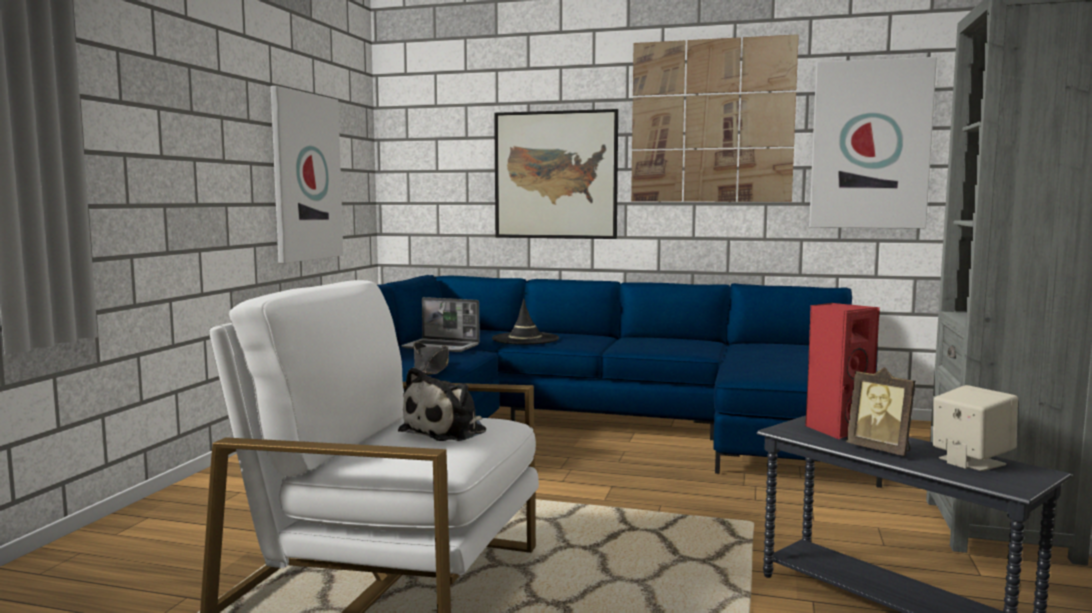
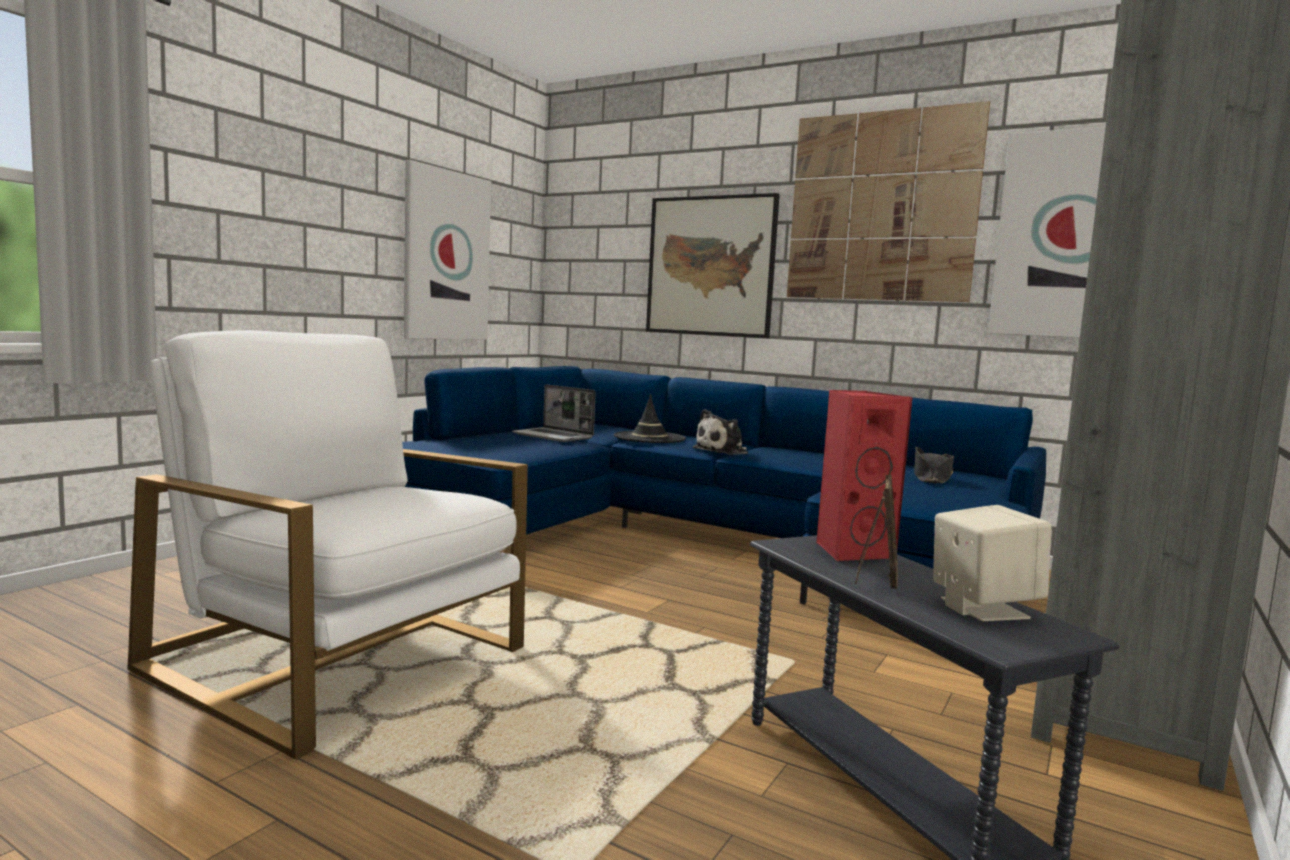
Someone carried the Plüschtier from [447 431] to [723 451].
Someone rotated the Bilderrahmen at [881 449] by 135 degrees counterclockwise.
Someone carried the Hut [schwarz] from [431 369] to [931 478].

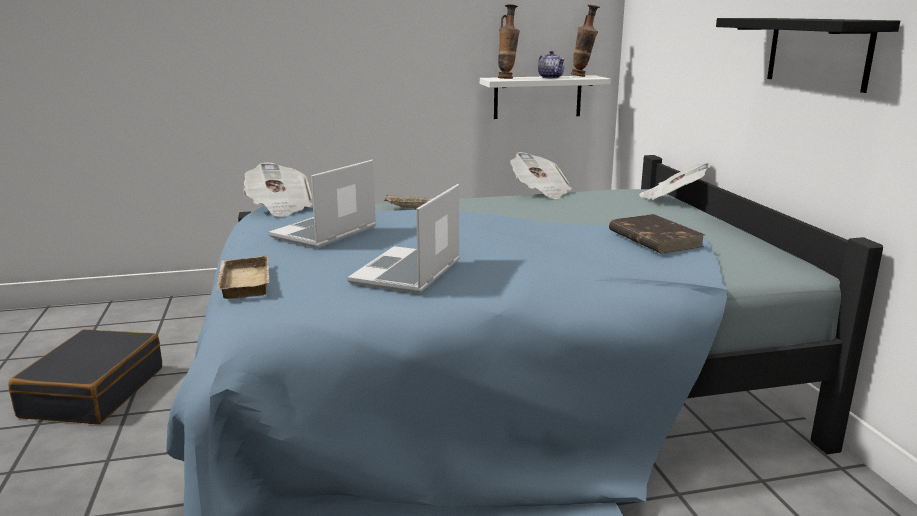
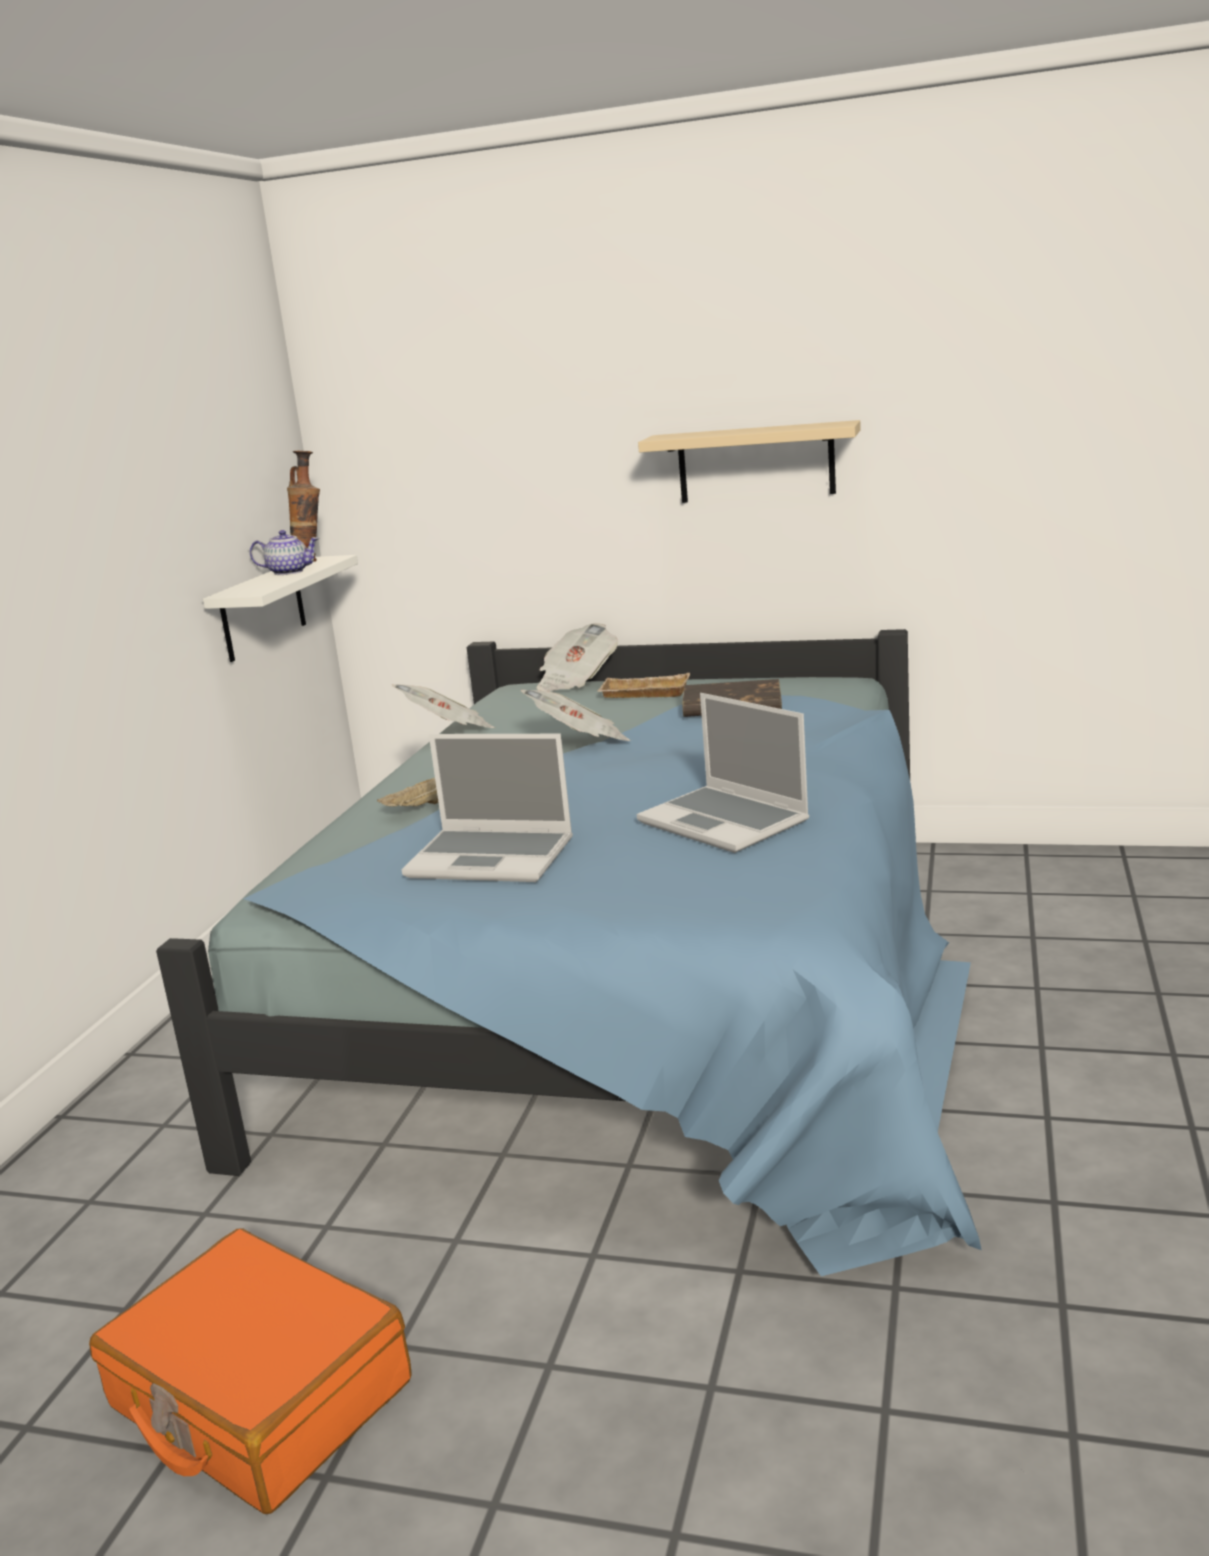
Someone repainted the Koffer [schwarz] at [93 392], which became the Koffer [orange] at [258 1396].
Someone rotated the Laptop at [324 233] by 45 degrees counterclockwise.
Someone carried the Zeitung from [279 207] to [580 741].
Someone carried the Tablett [beige] from [242 282] to [643 694].
Someone repainted the Wandregal [schwarz] at [818 52], which became the Wandregal [beige] at [756 463].
Someone took away the Vase at [507 78].

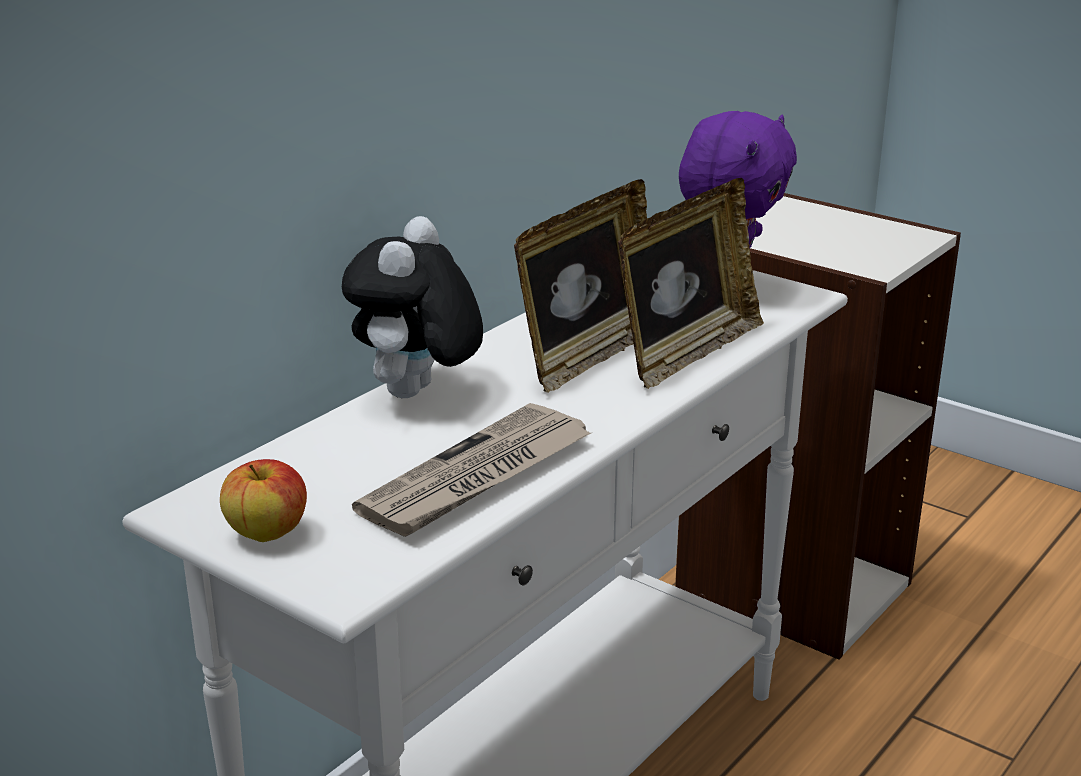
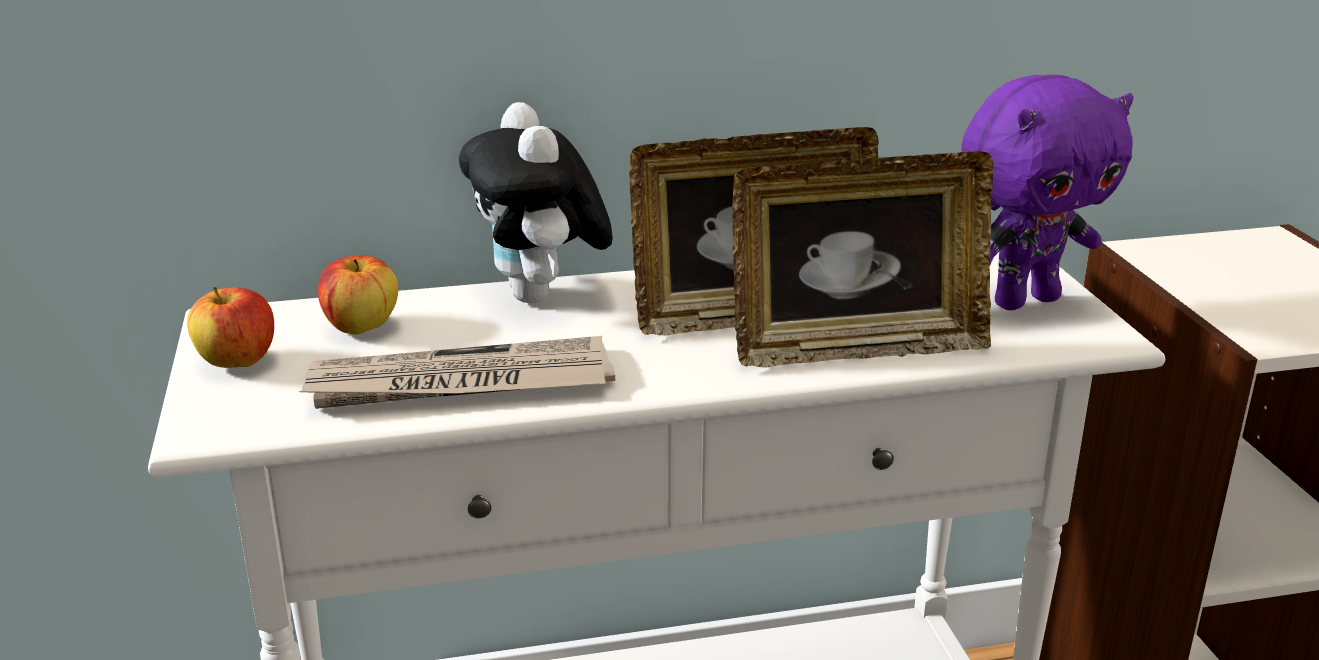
Someone put down the Apfel at [361 327].
Someone rotated the Plüschtier at [416 395] by 75 degrees counterclockwise.

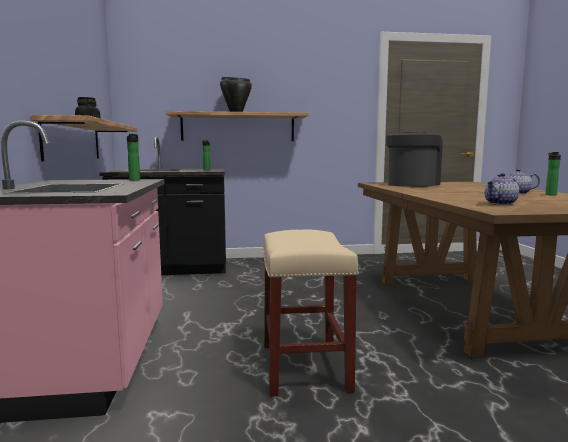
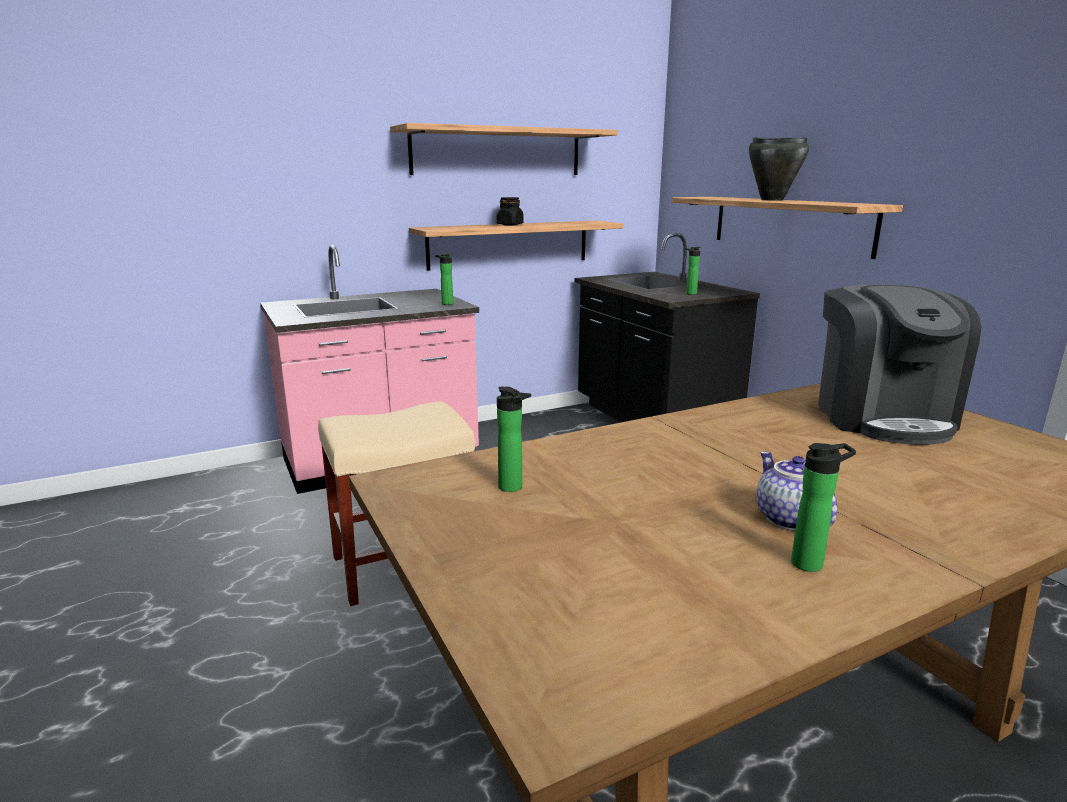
Someone put up the Wandregal at [497 152].
Someone swapped the Teekanne at [501 203] for the Flasche at [513 488].
Someone rotated the Kaffeemaschine at [412 184] by 75 degrees clockwise.

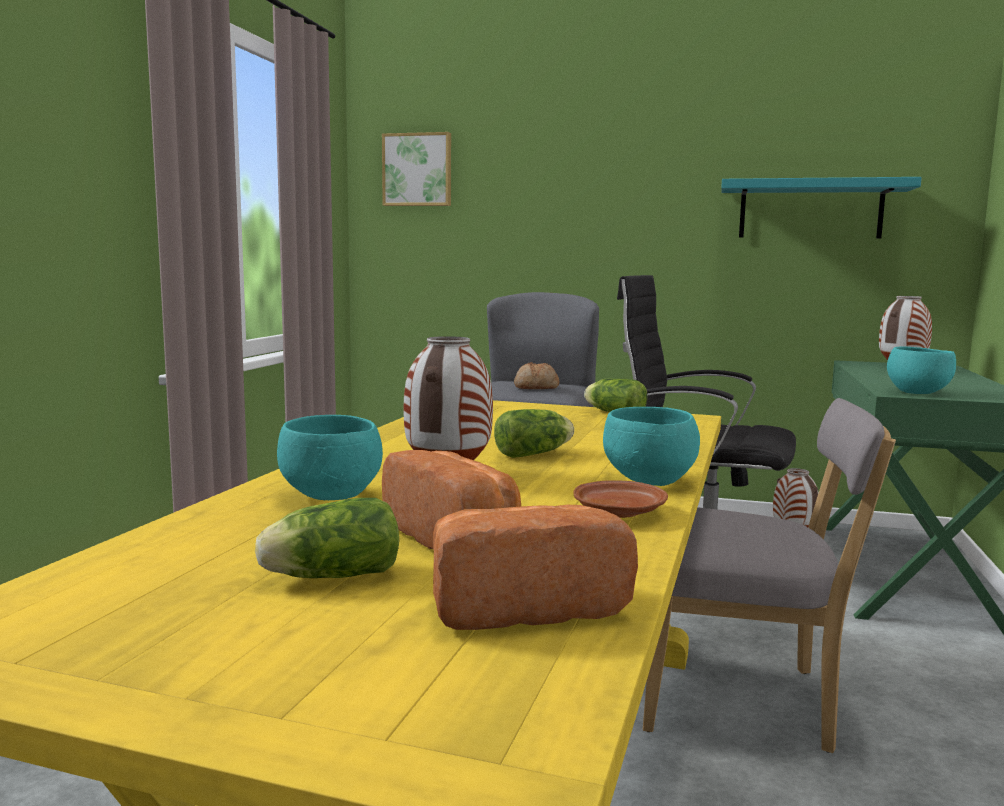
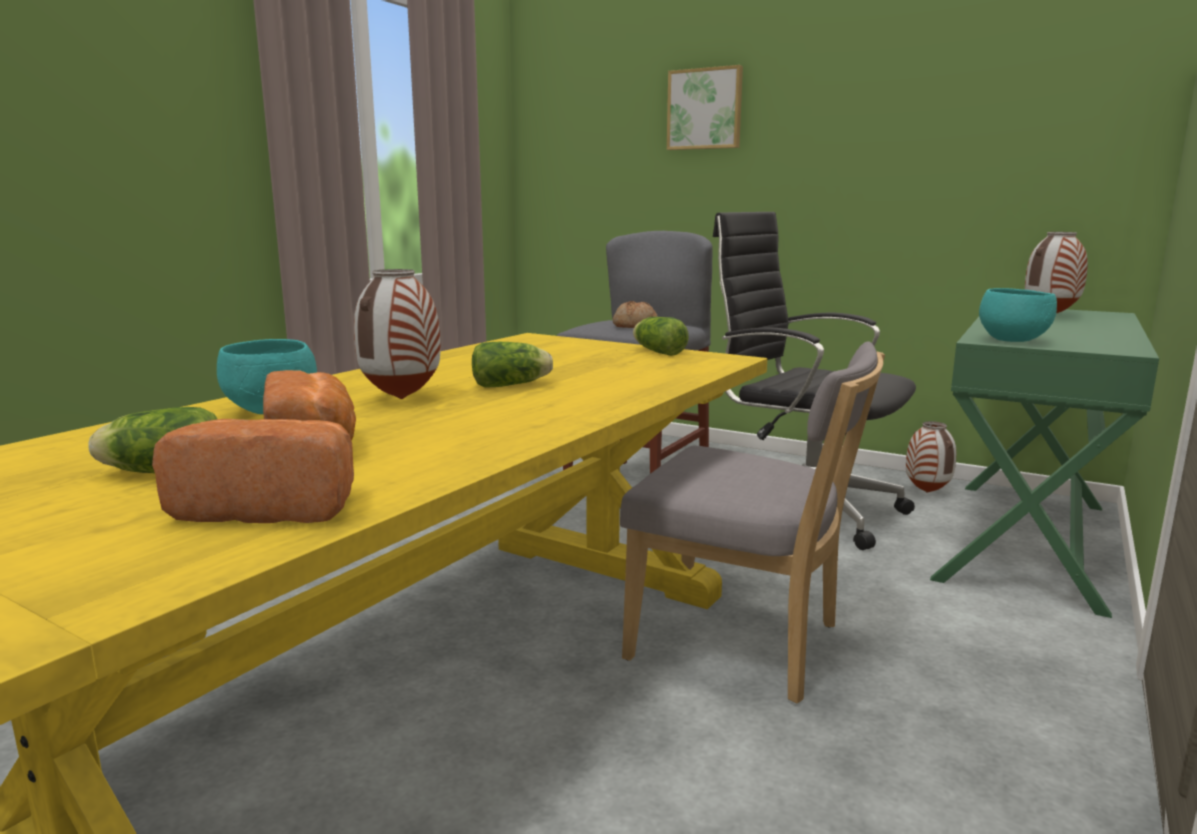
Someone carried the Bild from [417 170] to [705 109].
Someone took away the Teller [braun] at [619 512].
Someone took away the Schüssel [türkis] at [651 482].
Someone took away the Wandregal [türkis] at [810 210].

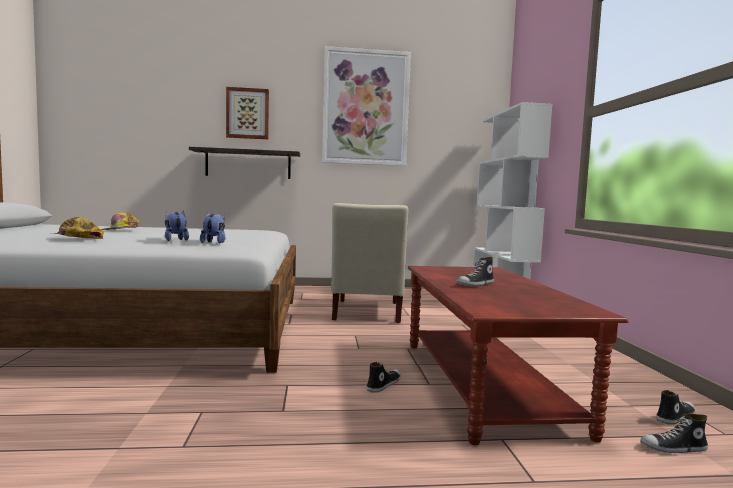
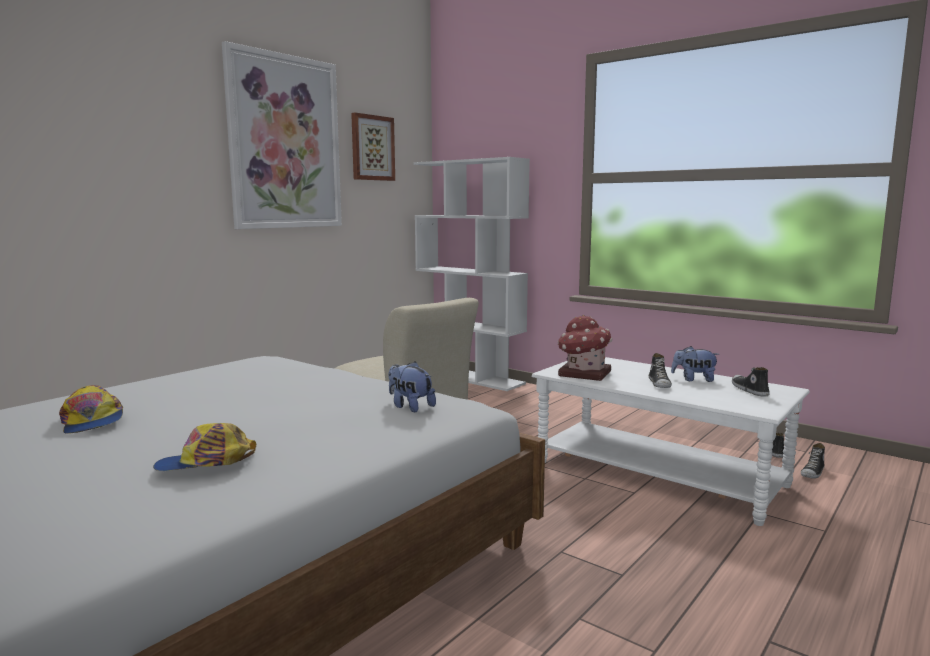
Someone carried the Bild from [247 113] to [372 148].
Someone repainted the Couchtisch [braun] at [484 383], which became the Couchtisch [weiß] at [658 474].
Someone put down the Spielzeughaus at [583 374].
Someone carried the Plüschtier from [175 240] to [694 379].
Someone carried the Schuh from [383 384] to [748 390].
Someone took away the Wandregal at [248 164].

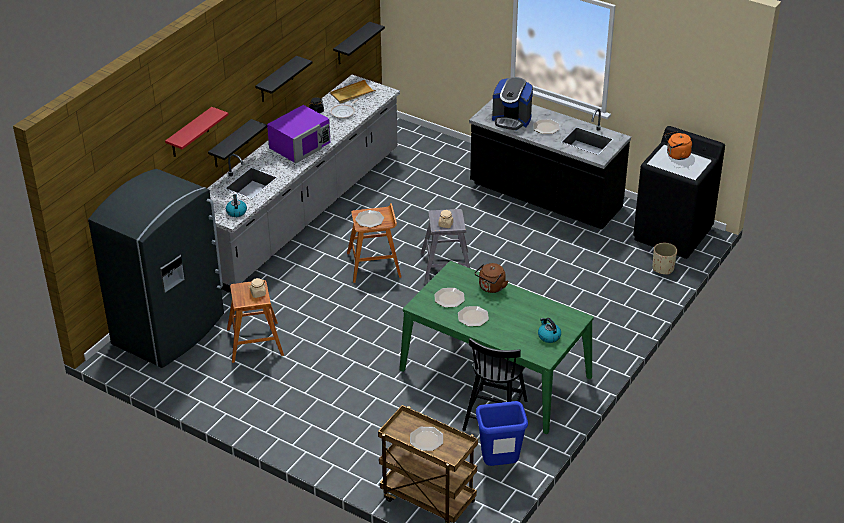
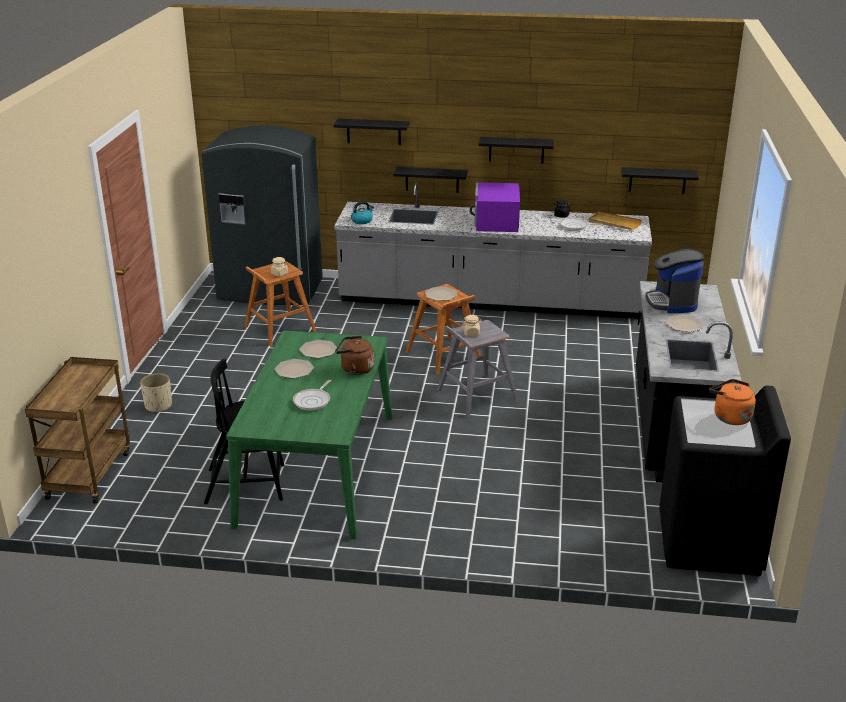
Someone carried the Pflanzkübel [beige] from [663 268] to [158 406].
Someone put down the Pfanne at [313 401].
Someone repainted the Wandregal [rot] at [189 133], which became the Wandregal [schwarz] at [373 132].
Someone rotated the Mikrowelle [lila] at [300 145] by 75 degrees clockwise.
Someone took away the Teller at [426 439].
Someone took away the Mülleimer [blau] at [499 465].
Someone took away the Wasserkessel at [548 336].

